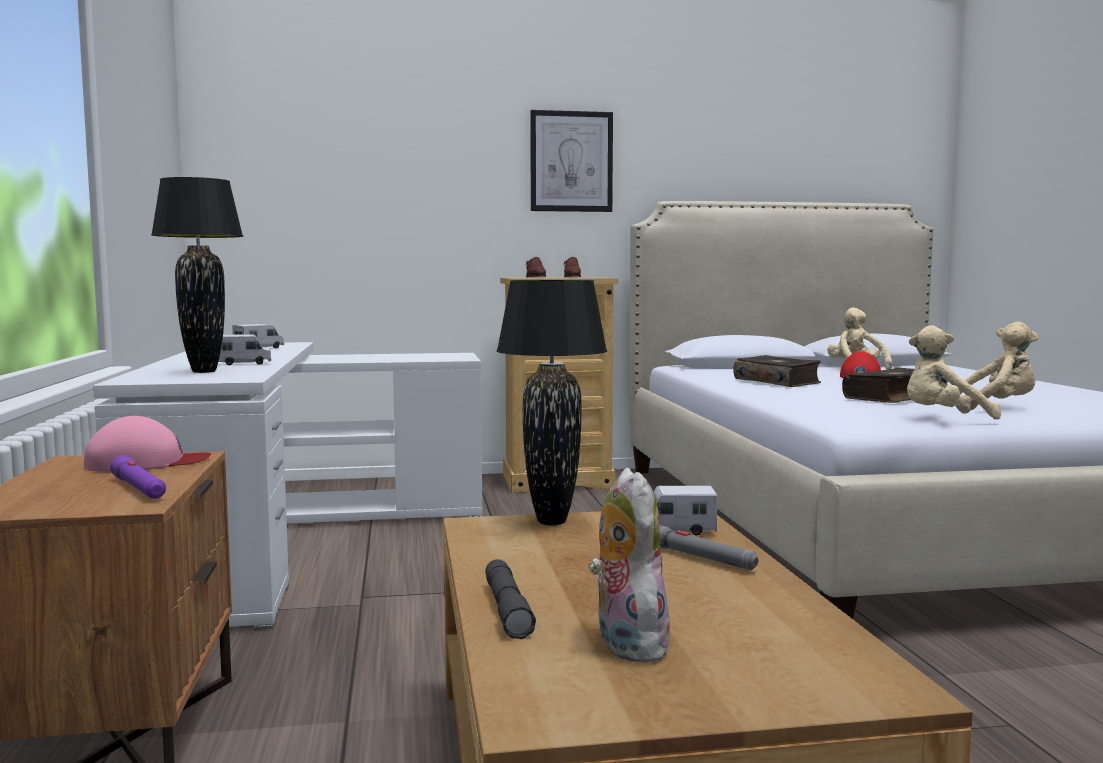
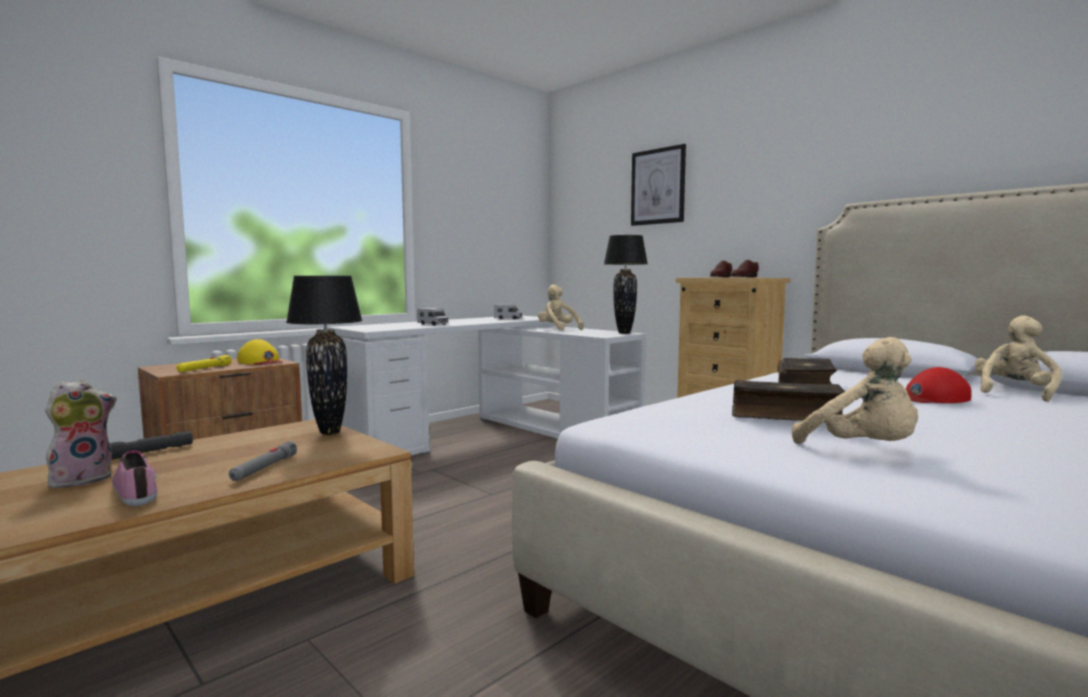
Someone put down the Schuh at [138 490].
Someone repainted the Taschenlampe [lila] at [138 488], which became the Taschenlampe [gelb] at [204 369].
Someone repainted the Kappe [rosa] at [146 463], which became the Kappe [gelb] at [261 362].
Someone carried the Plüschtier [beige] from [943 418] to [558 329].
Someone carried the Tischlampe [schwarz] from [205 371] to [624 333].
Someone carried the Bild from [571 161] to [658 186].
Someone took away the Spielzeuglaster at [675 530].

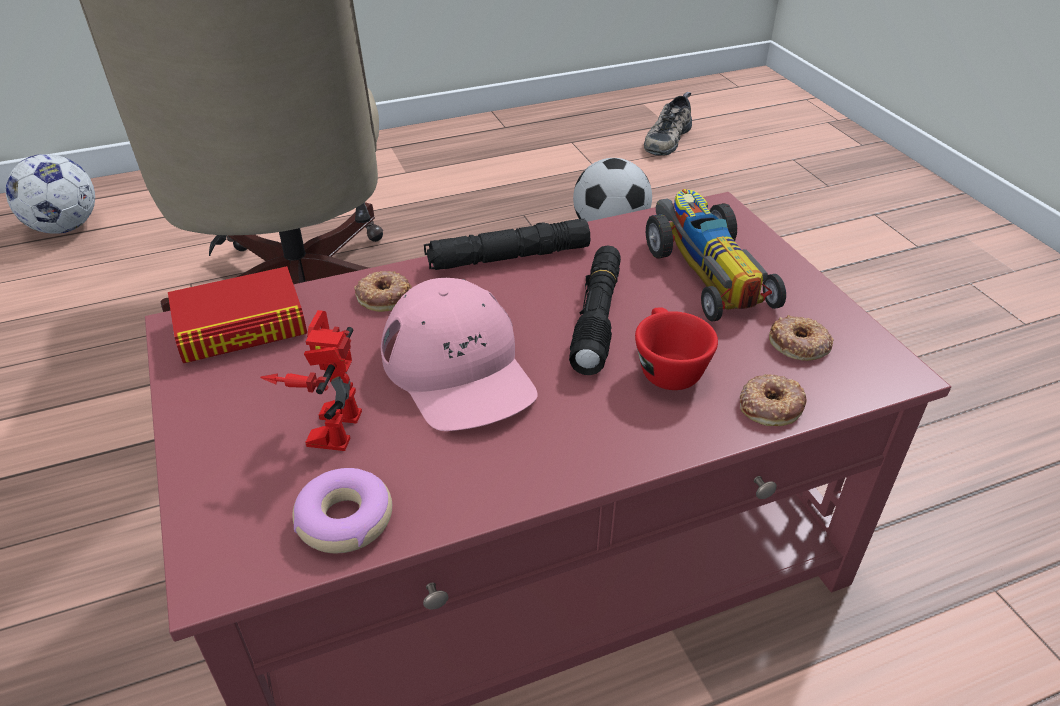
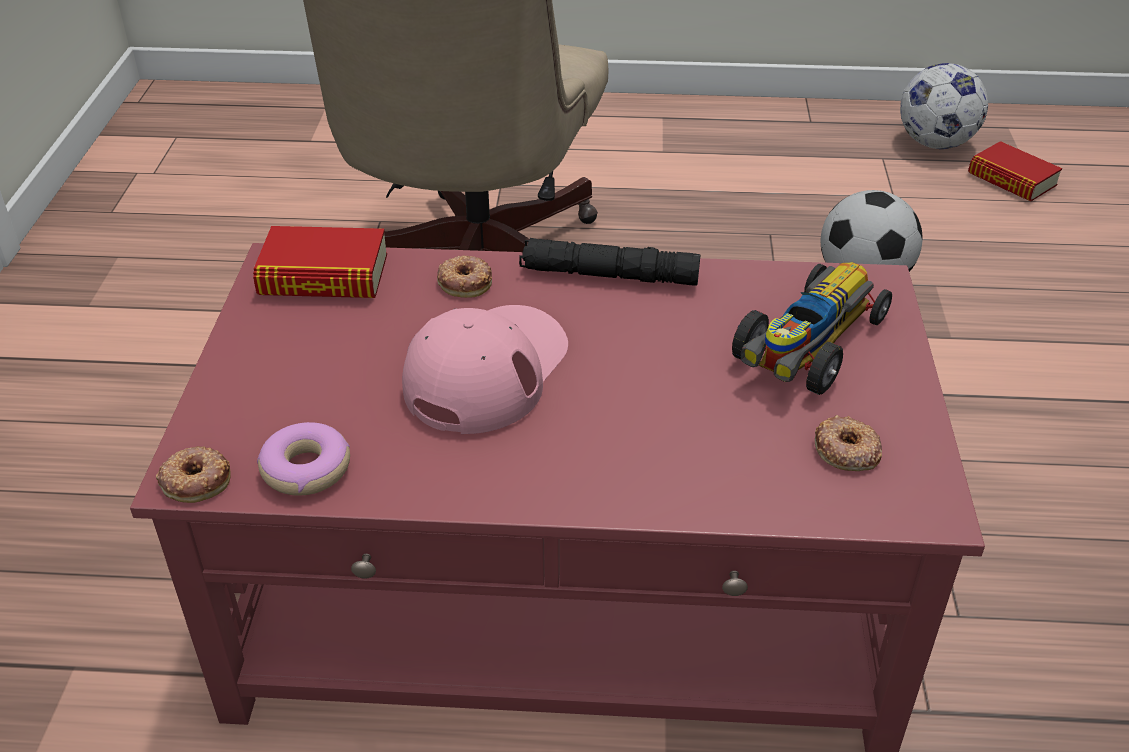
Someone carried the Donut from [770 405] to [196 479].
Someone rotated the Kappe [rosa] at [459 369] by 150 degrees counterclockwise.
Someone rotated the Spielzeugauto at [707 271] by 150 degrees counterclockwise.
Someone carried the Fußball from [65 227] to [935 143].
Someone swapped the Schuh at [666 137] for the Buch at [1011 179].
Someone took away the Spielzeugroboter at [328 424].
Someone took away the Taschenlampe [schwarz] at [597 318].
Someone took away the Tasse [rot] at [666 367].

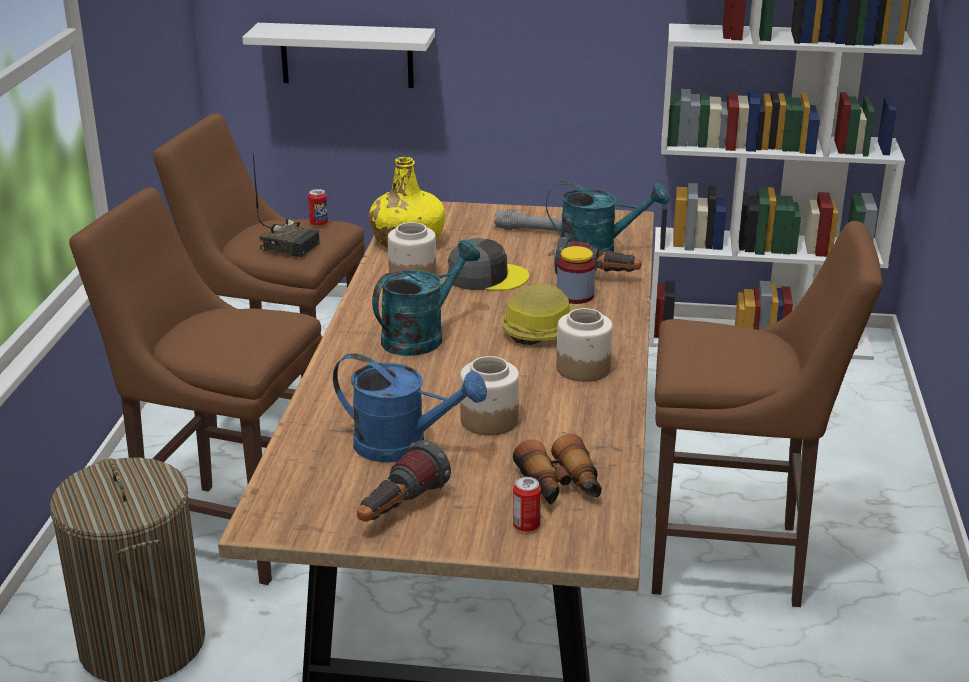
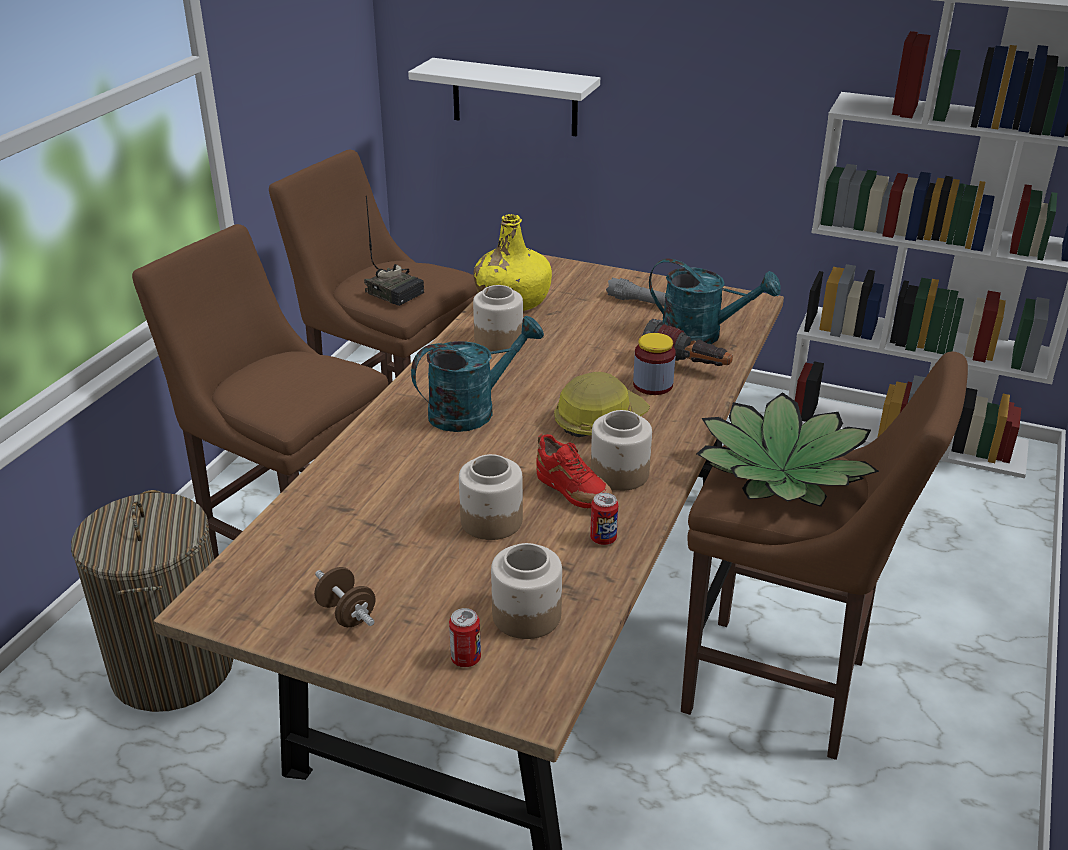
Someone swapped the Taschenlampe at [399 510] for the Hantel [braun] at [346 614].
Someone swapped the Fernglas at [560 486] for the Vorratsglas at [526 616].
Someone put down the Schuh [rot] at [572 493].
Someone carried the Dose from [319 224] to [603 539].
Someone put down the Topfpflanze at [783 471].
Someone took away the Gießkanne [blau] at [403 446].
Someone took away the Kappe [grau] at [486 277].

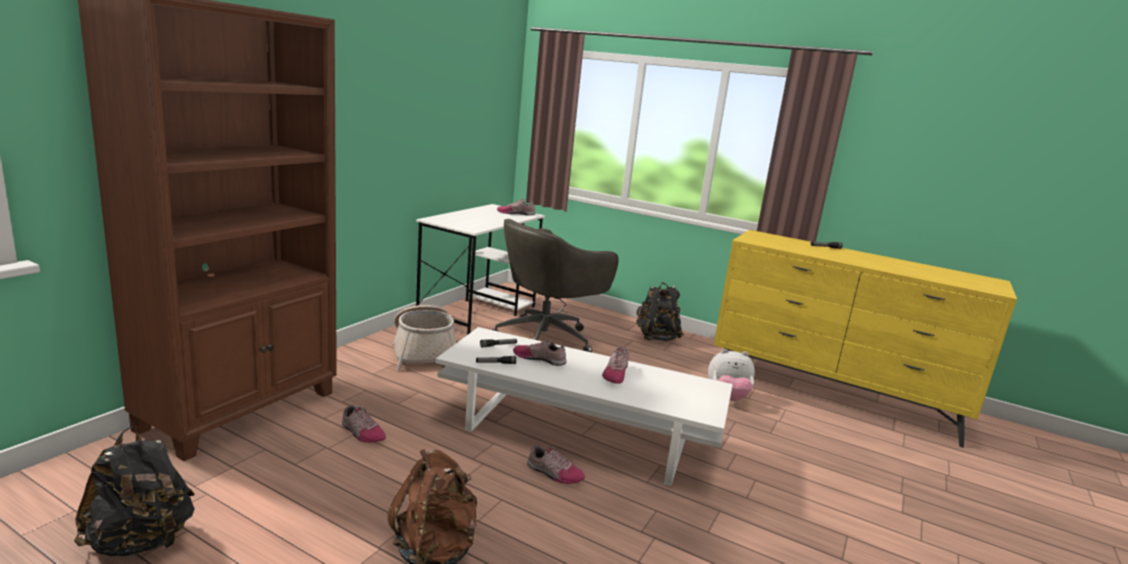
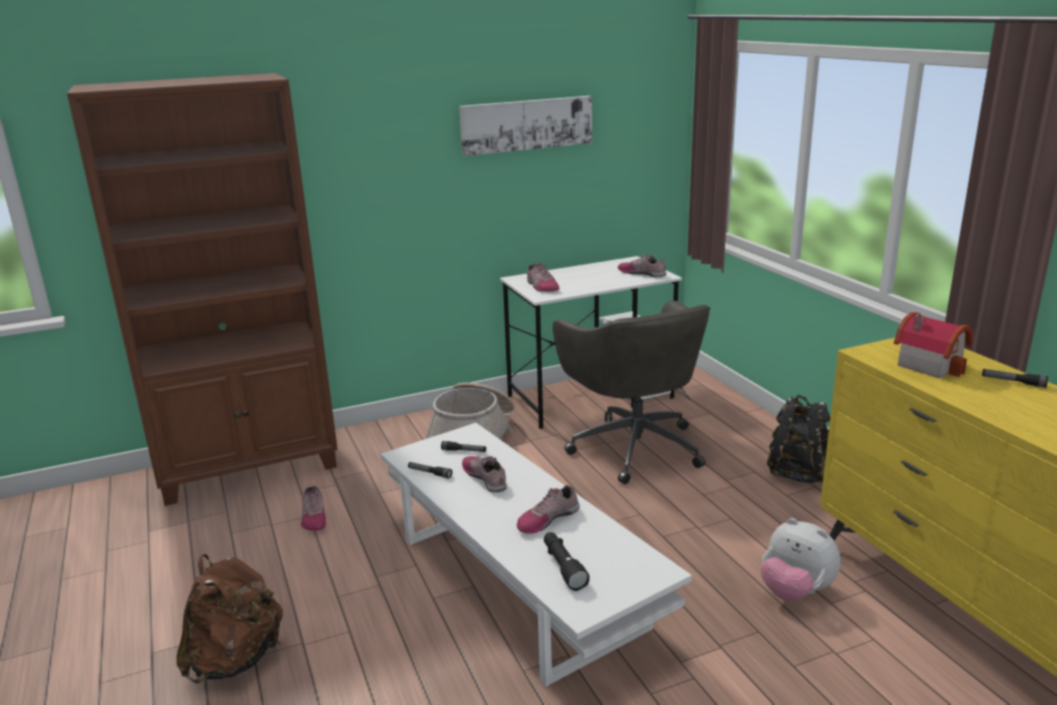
Someone put up the Bild at [526 124].
Someone carried the Schuh from [554 473] to [541 286].
Someone put down the Taschenlampe [schwarz] at [563 567].
Someone rotated the Bürostuhl [grau] at [546 338] by 105 degrees counterclockwise.
Someone put down the Spielzeughaus at [929 364].
Someone took away the Rucksack [schwarz] at [141 541].

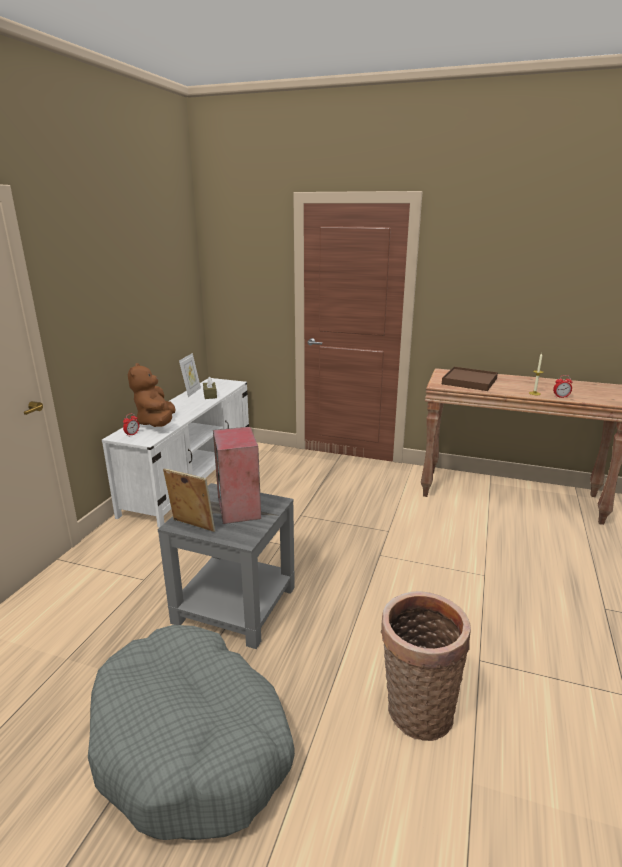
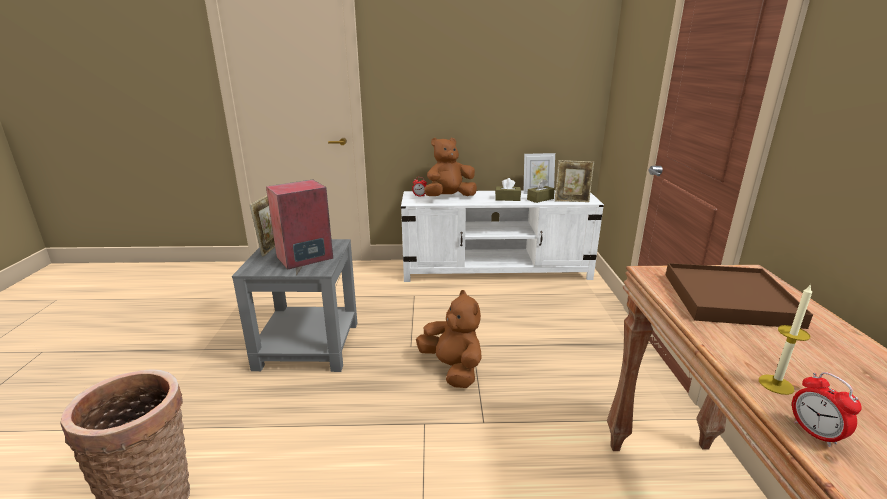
Someone put down the Plüschtier [braun] at [452 369].
Someone put down the Taschentuchbox [braun] at [507 198].
Someone put down the Bilderrahmen at [571 201].
Someone took away the Hundebett [grau] at [192 742].

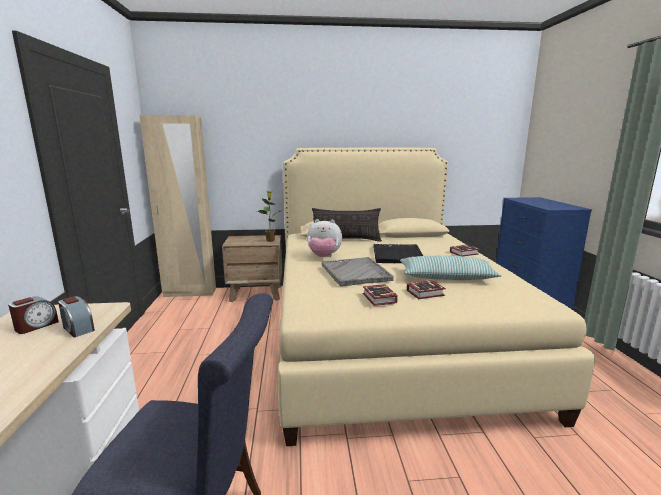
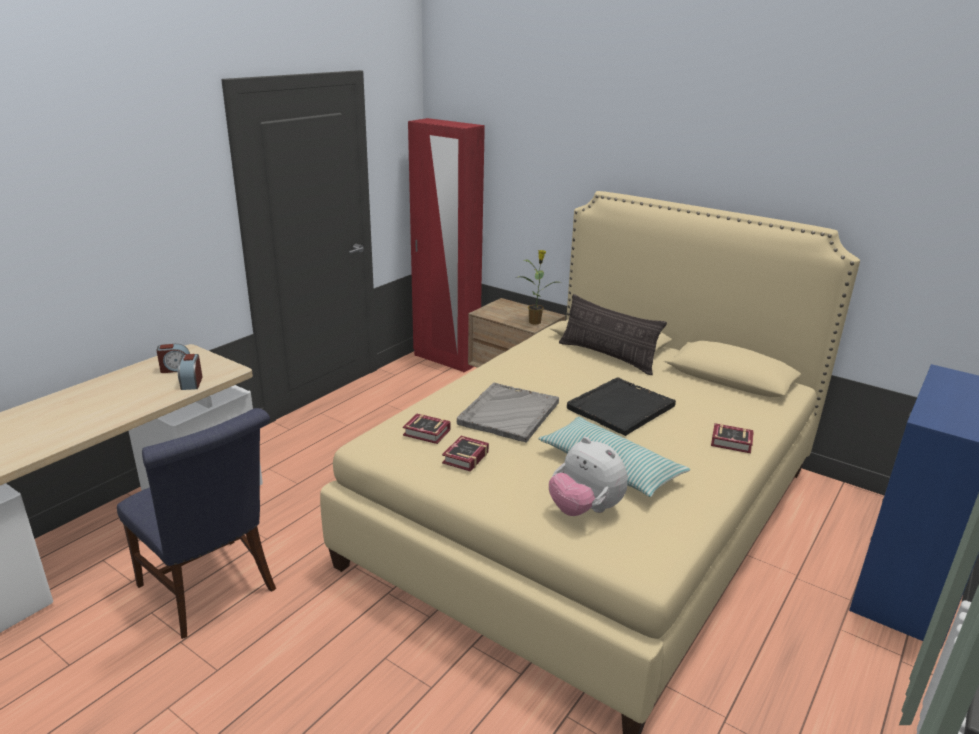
Someone carried the Buch from [427 293] to [428 433].
Someone repainted the Kleiderschrank [beige] at [190 293], which became the Kleiderschrank [rot] at [446 359].
Someone carried the Plüschtier from [323 257] to [585 510].

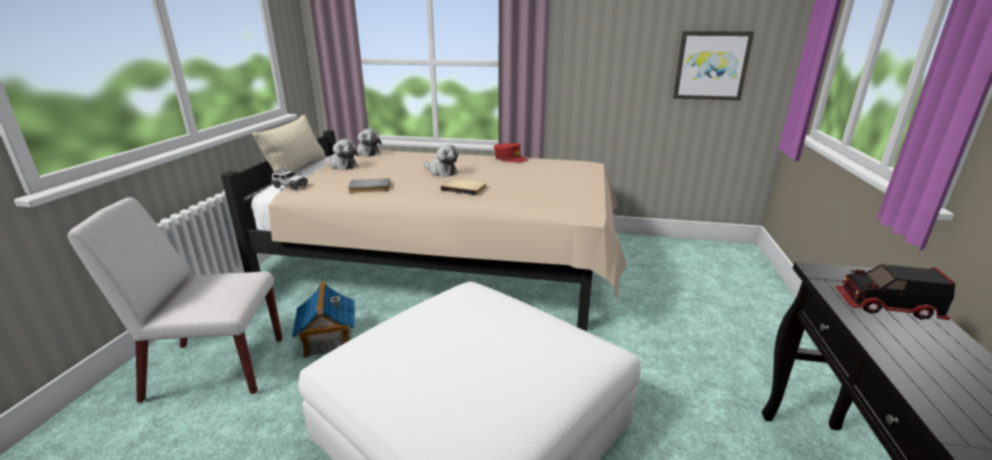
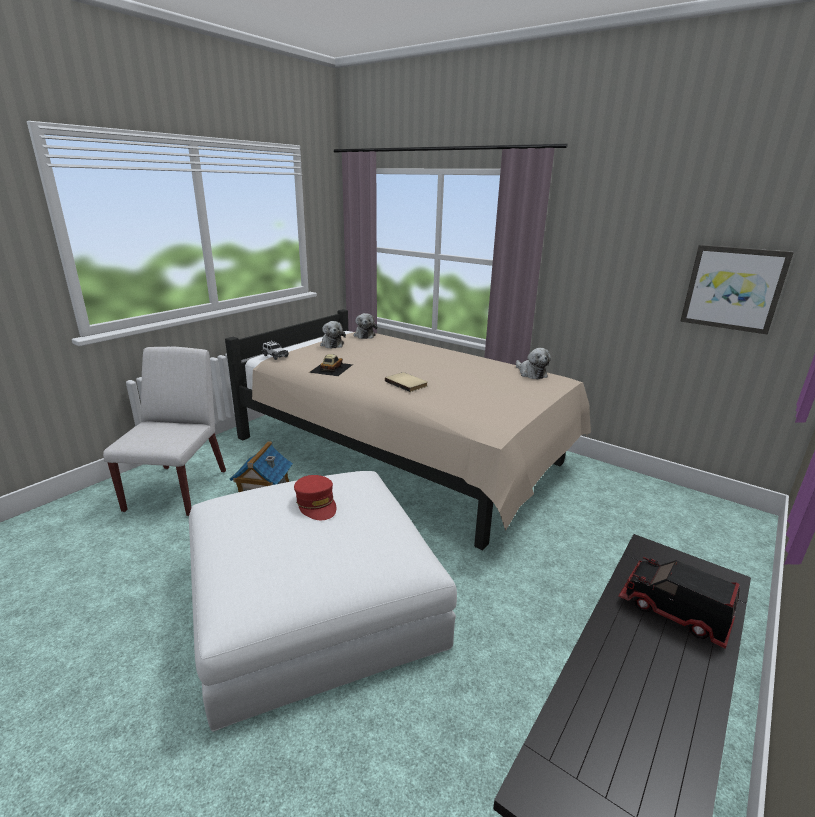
Someone rotated the Stuhl [weiß] at [214 368] by 75 degrees clockwise.
Someone carried the Kappe [rot] from [510 158] to [316 504].
Someone swapped the Buch [grau] at [369 187] for the Spielzeugauto at [331 368].
Someone carried the Plüschtier from [441 172] to [531 373].
Someone took away the Kissen [beige] at [297 170].

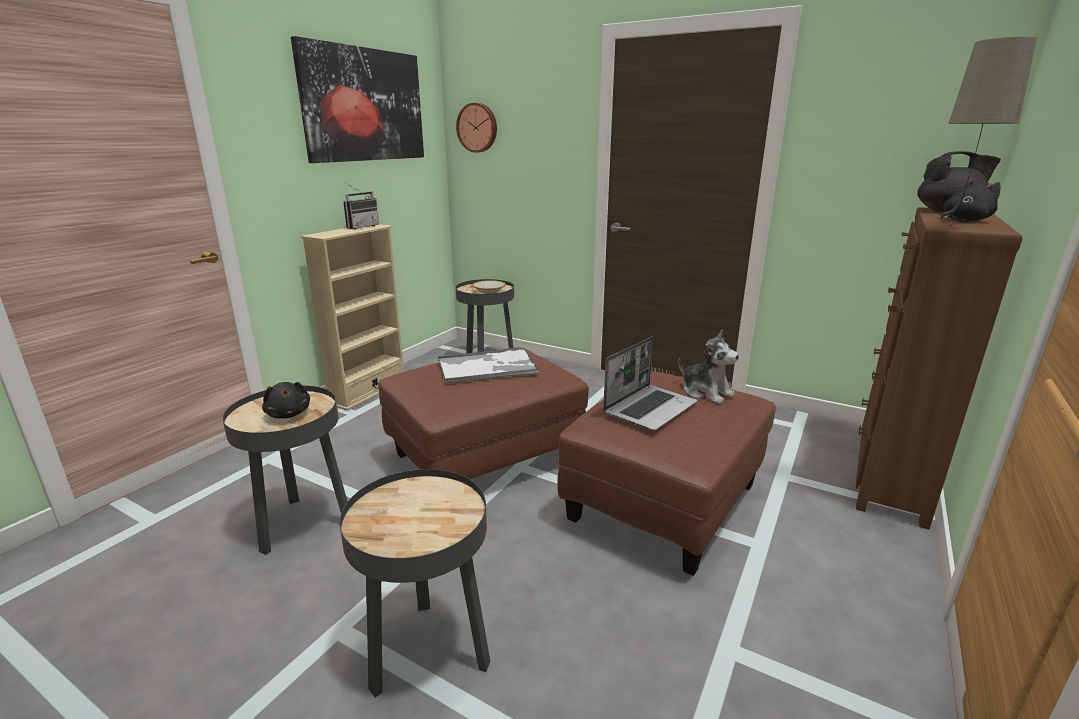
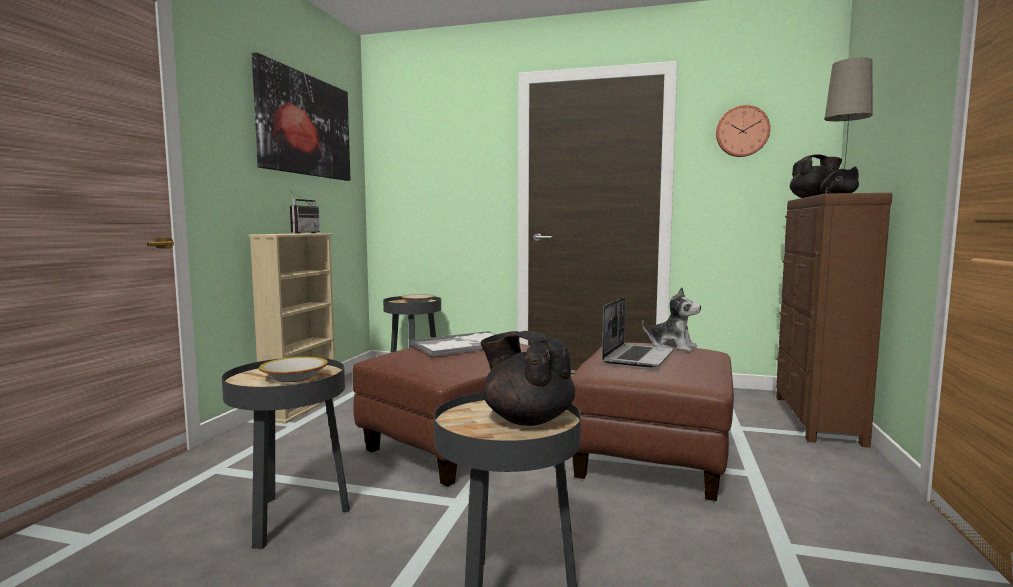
Someone swapped the Plüschtier [schwarz] at [289 414] for the Schüssel at [294 377].
Someone put down the Teekanne [schwarz] at [527 419].
Someone carried the Wanduhr from [478 128] to [742 131].

